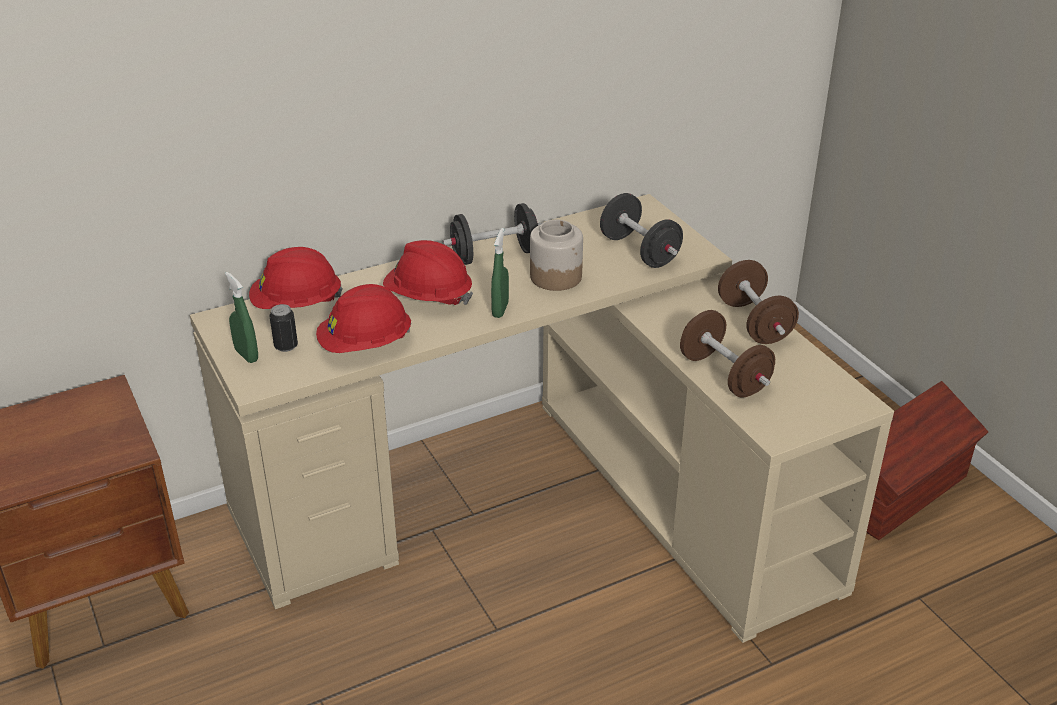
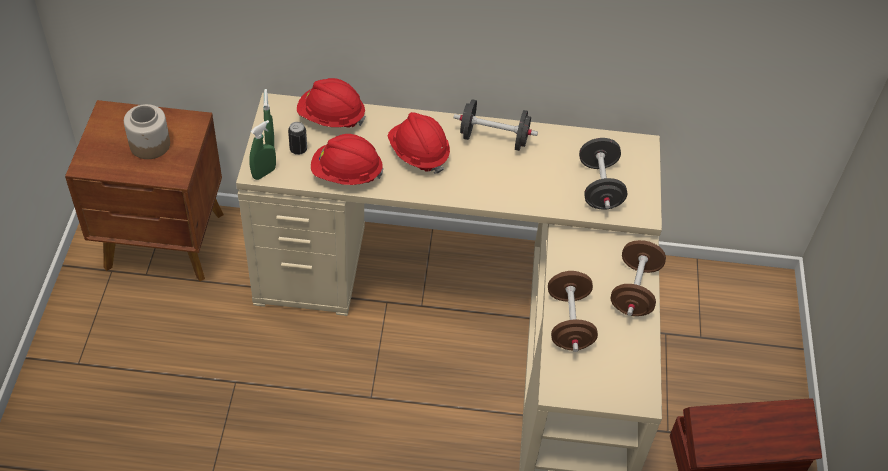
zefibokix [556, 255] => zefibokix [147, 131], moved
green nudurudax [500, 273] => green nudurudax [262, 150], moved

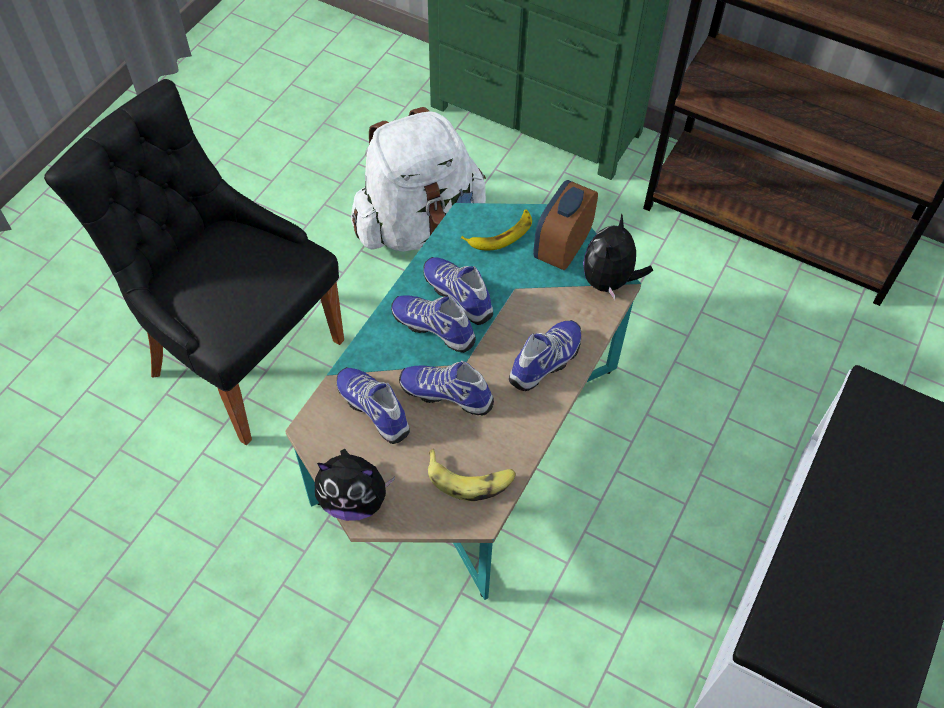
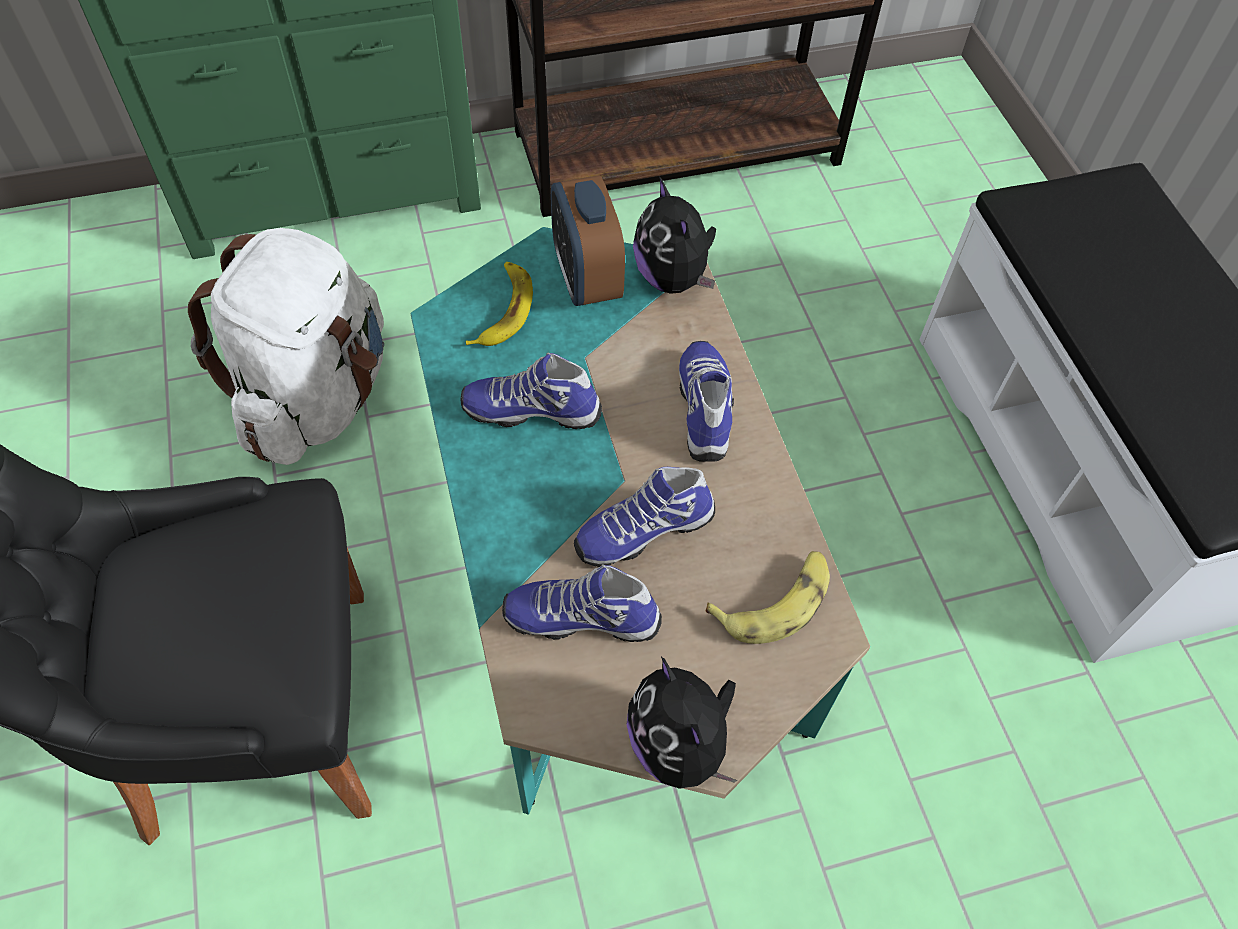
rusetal [355, 485] => rusetal [682, 723], 105 degrees clockwise
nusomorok [433, 324] => nothing

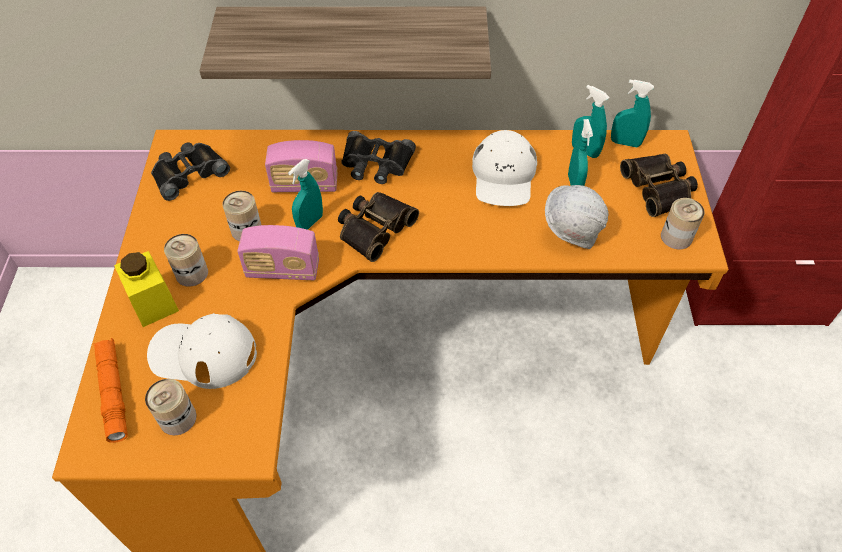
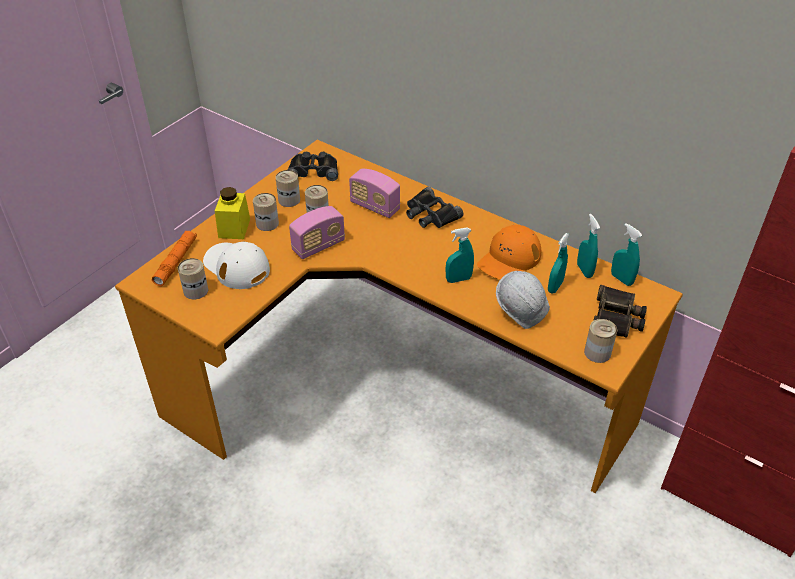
nothing => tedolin [288, 188]
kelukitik [278, 252] => kelukitik [317, 232], 75 degrees counterclockwise
turquoise nudurudax [305, 194] => turquoise nudurudax [459, 255], moved
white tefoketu [504, 168] => orange tefoketu [509, 252]
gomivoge [345, 43] => nothing
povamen [378, 227] => nothing

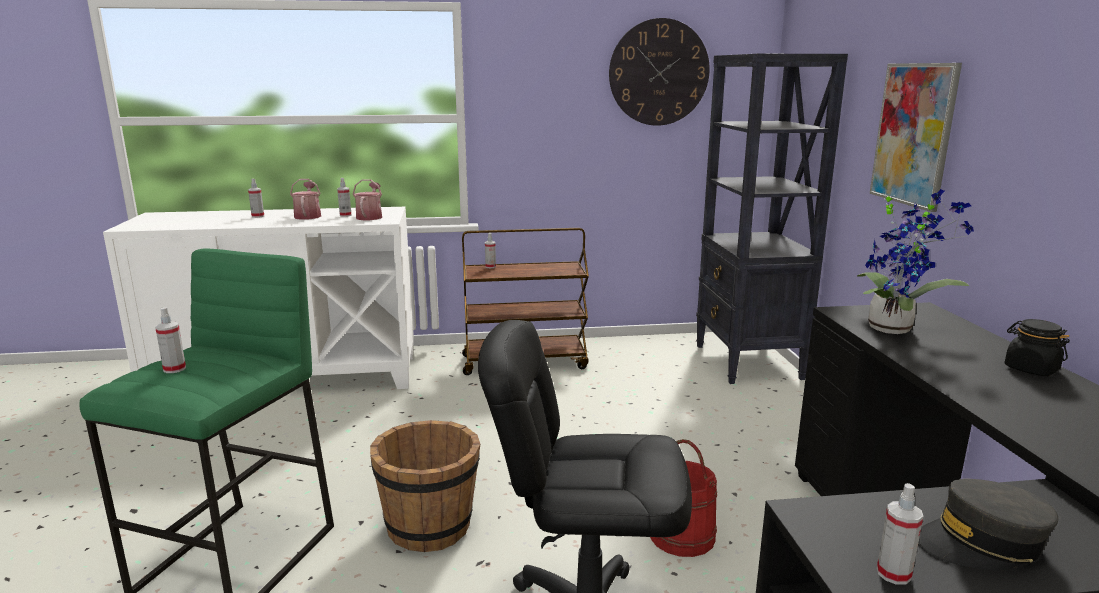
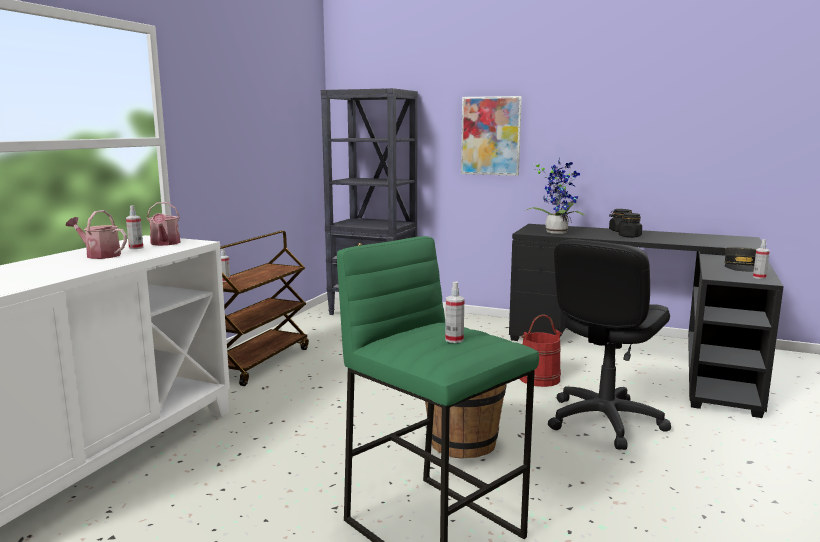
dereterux [367, 199] => dereterux [164, 224], 135 degrees counterclockwise
nothing => black zefibokix [630, 225]
nudurudax [256, 198] => nothing
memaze [659, 72] => nothing

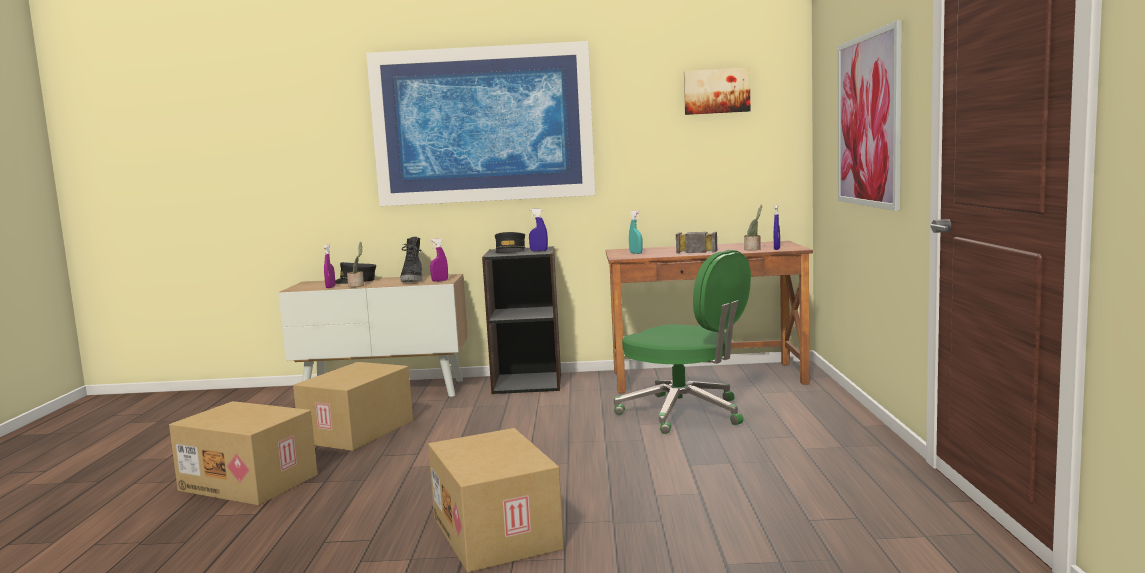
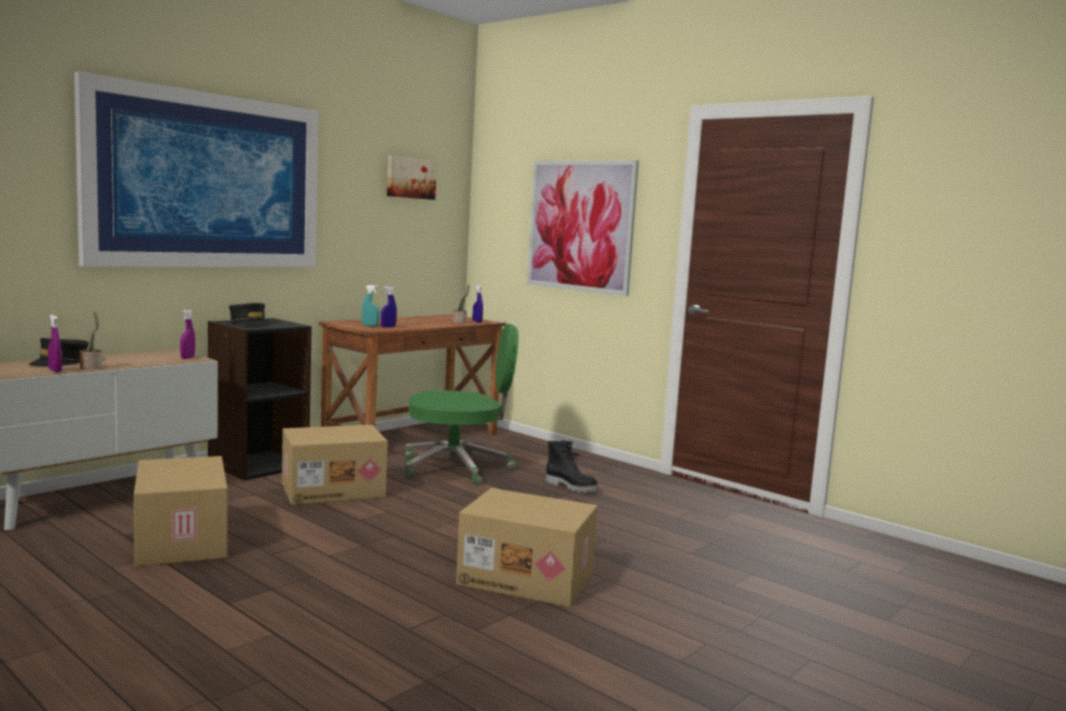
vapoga [243, 453] => vapoga [335, 465], moved
blue nudurudax [538, 230] => blue nudurudax [389, 307], moved
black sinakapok [411, 259] => black sinakapok [572, 466], moved
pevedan [696, 242] => nothing

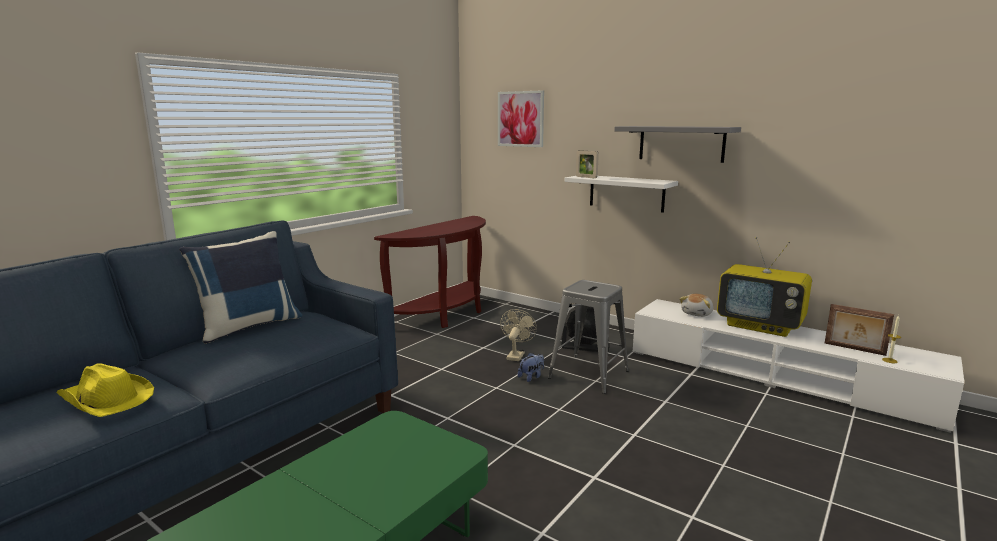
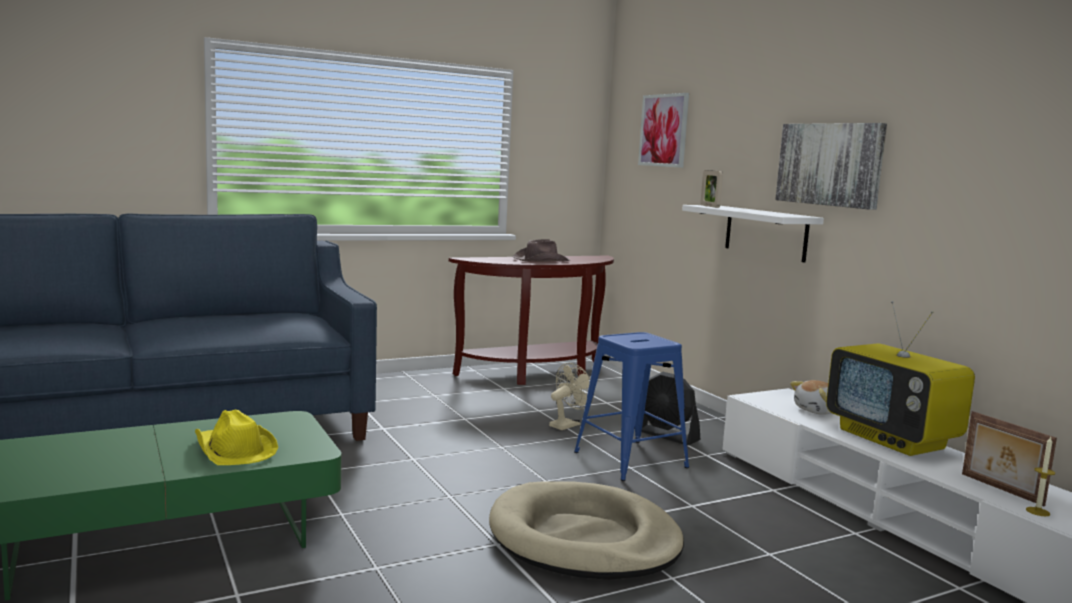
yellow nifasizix [105, 390] => yellow nifasizix [236, 437], moved
nothing => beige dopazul [586, 530]
nothing => brown nifasizix [541, 250]
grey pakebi [588, 337] => blue pakebi [631, 406]
grey gomivoge [677, 144] => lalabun [831, 166]
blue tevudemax [240, 287] => nothing
rusetal [531, 367] => nothing

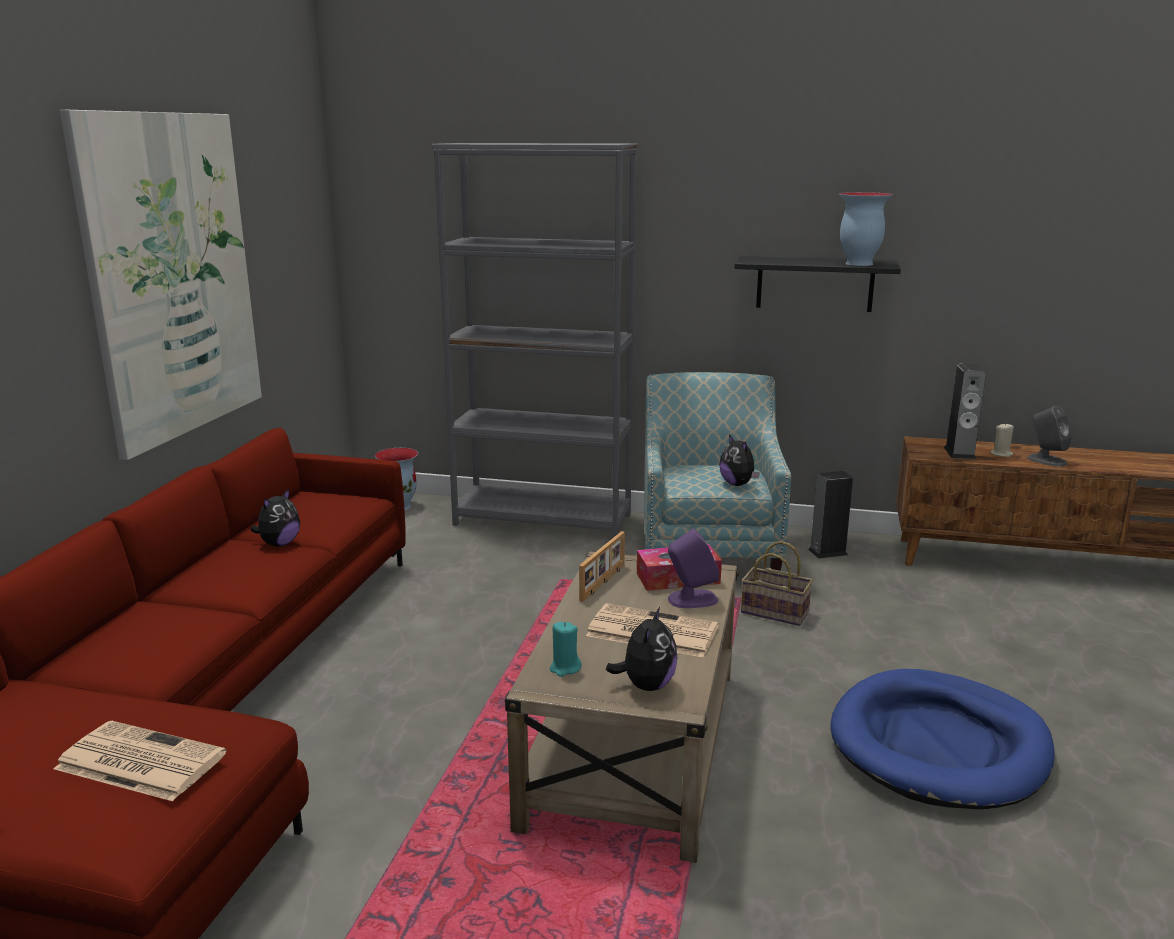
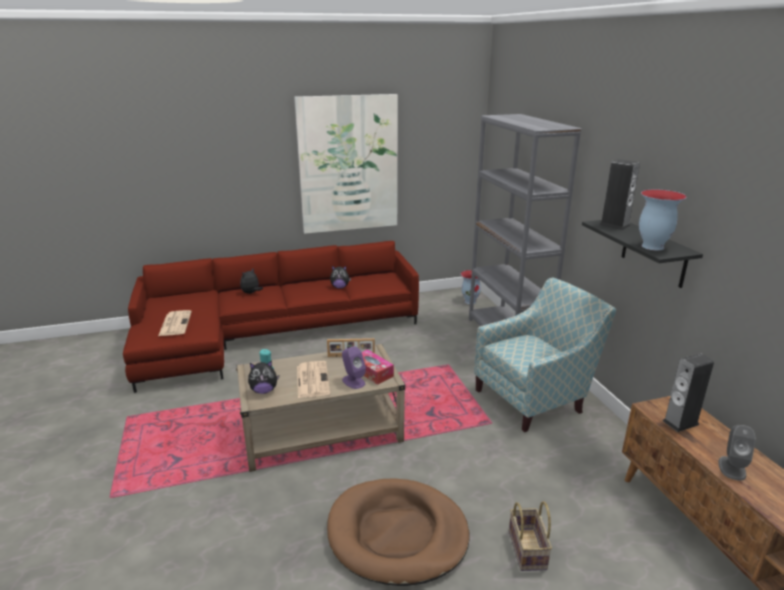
rusetal [739, 460] => rusetal [251, 281], moved
blue dopazul [942, 739] => brown dopazul [398, 532]
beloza [777, 583] => beloza [530, 536], moved
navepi [830, 515] => navepi [619, 194], moved
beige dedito [1002, 440] => nothing

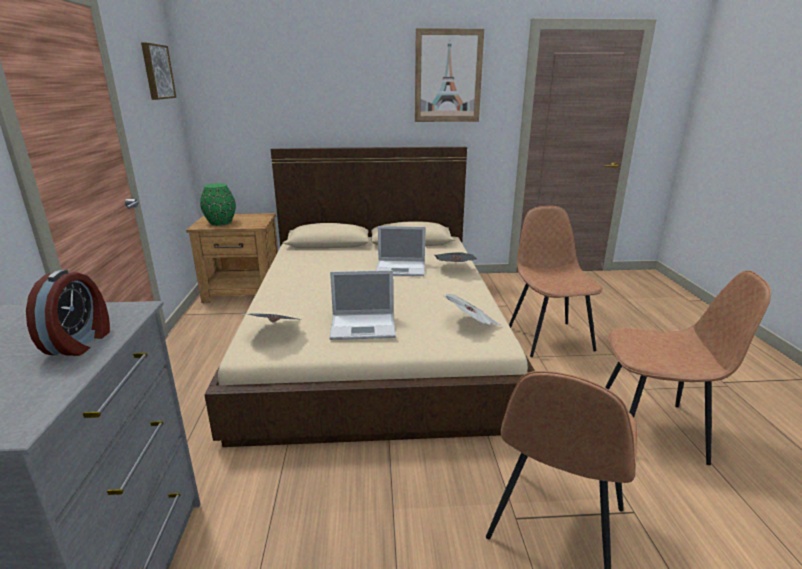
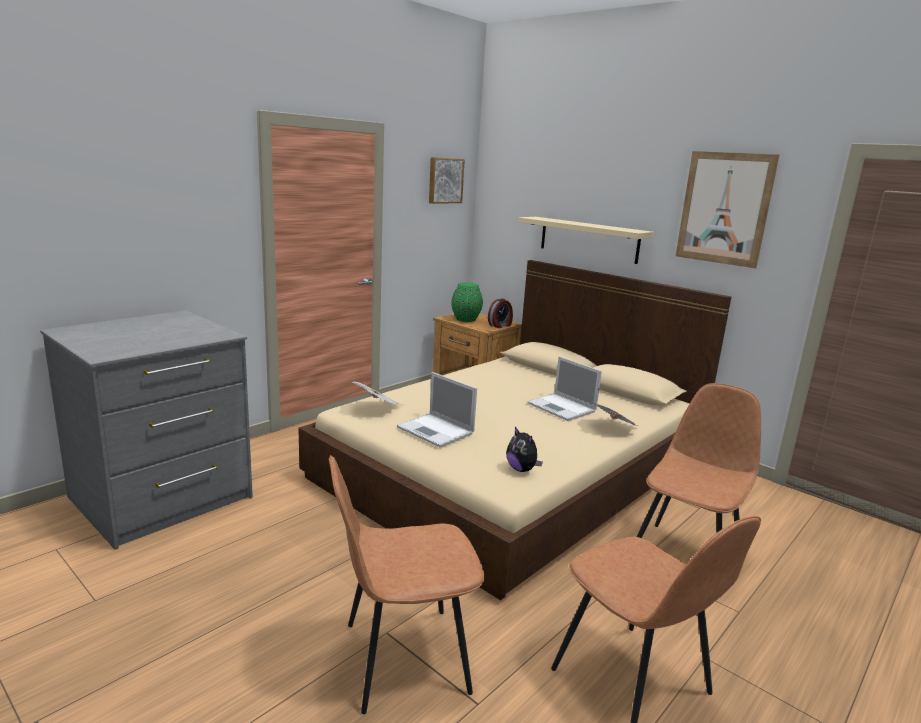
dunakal [68, 313] => dunakal [500, 313], moved
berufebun [472, 309] => rusetal [524, 449]
nothing => beige gomivoge [586, 240]

